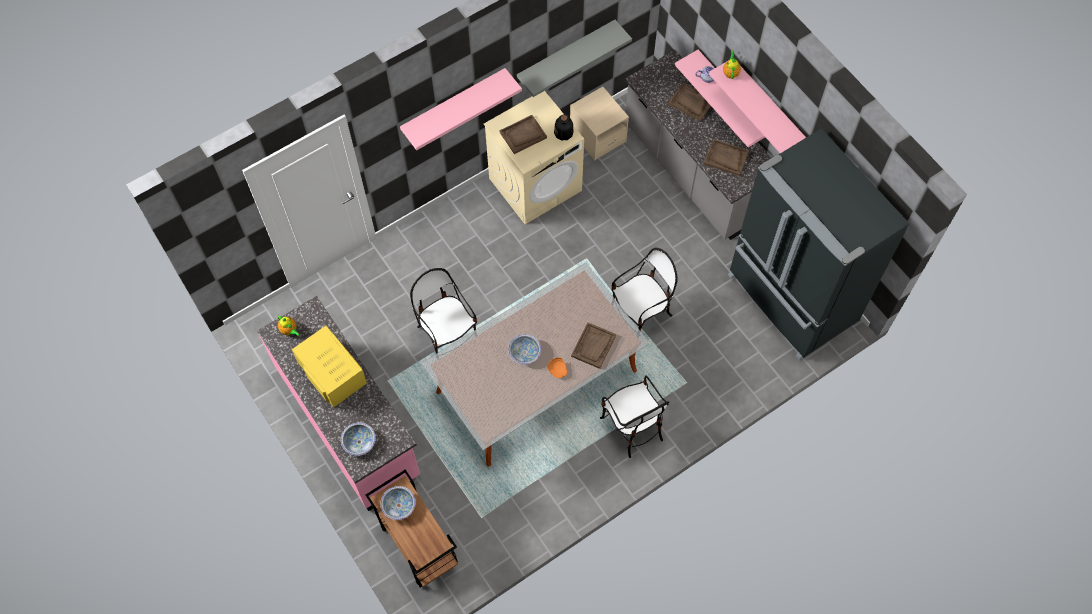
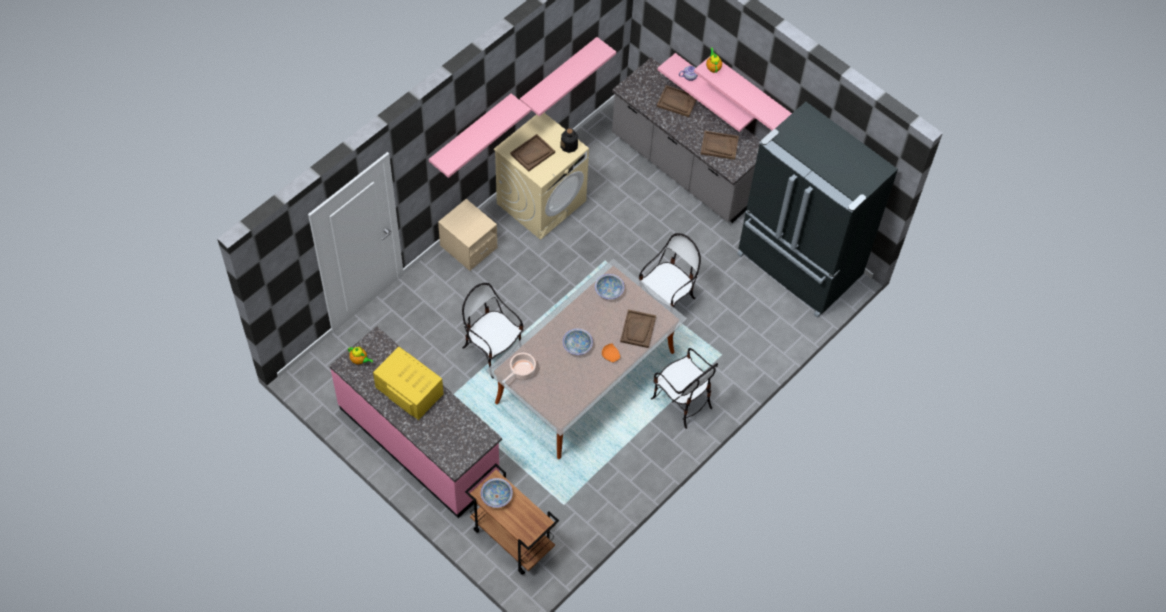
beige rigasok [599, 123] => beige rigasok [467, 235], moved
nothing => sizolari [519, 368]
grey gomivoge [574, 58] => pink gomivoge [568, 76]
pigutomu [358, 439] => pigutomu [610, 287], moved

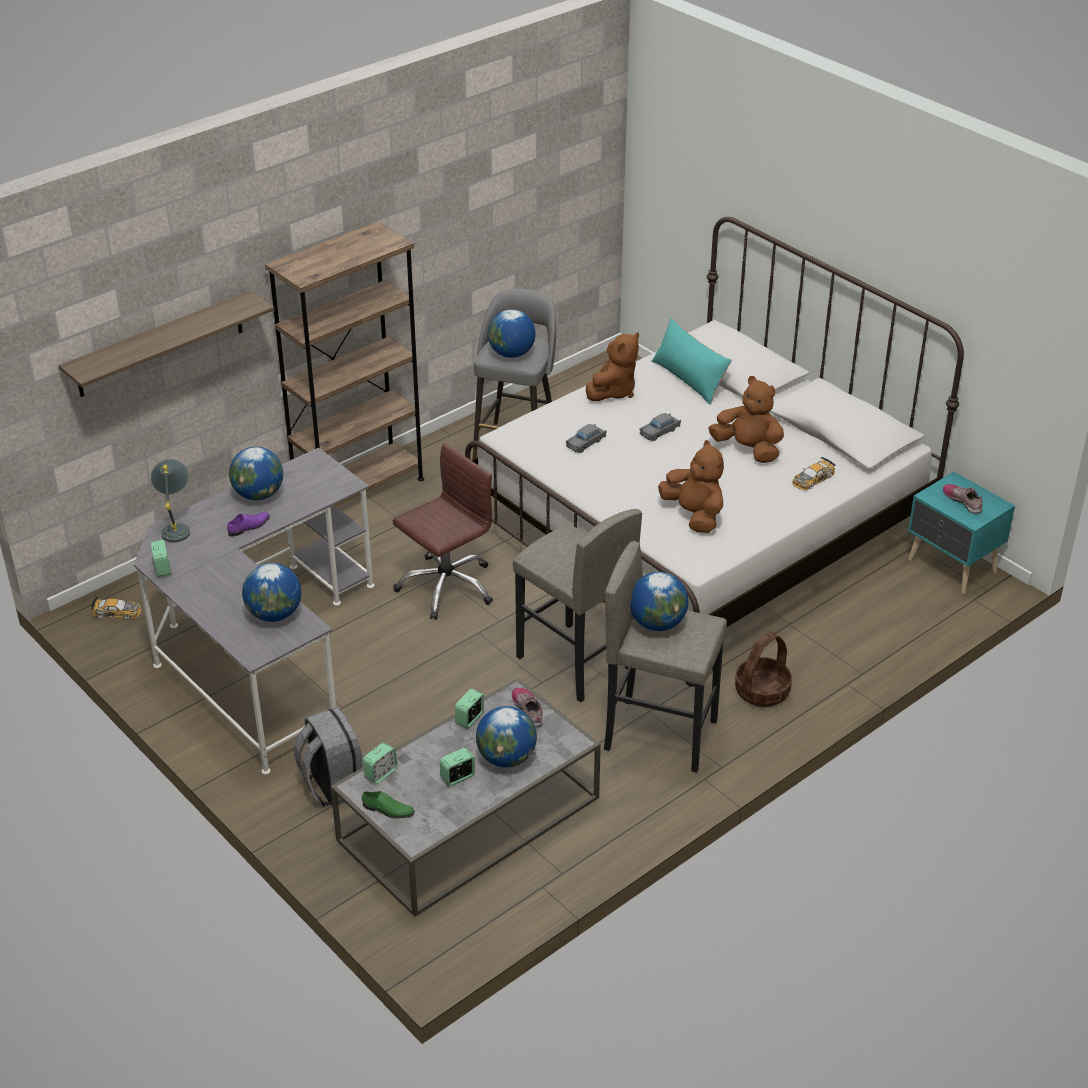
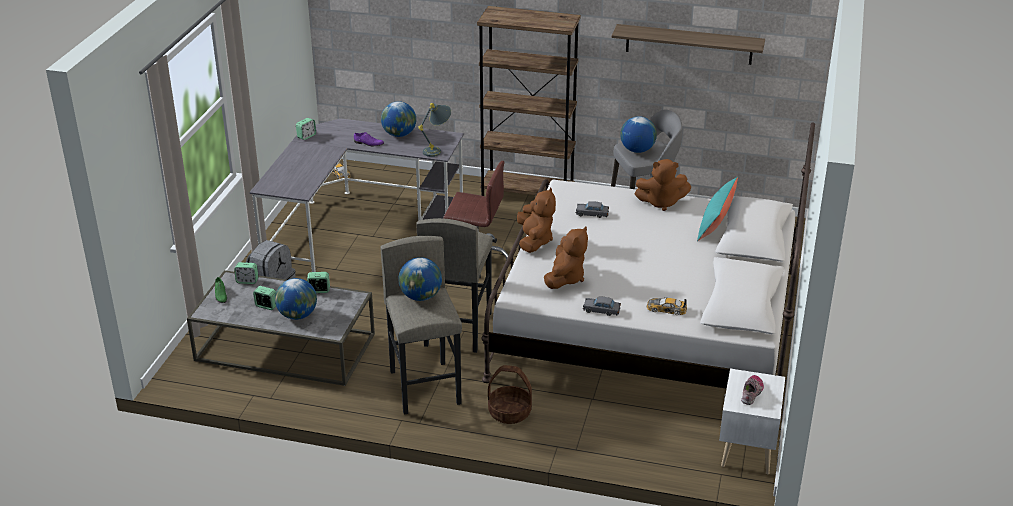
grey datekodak [170, 501] => grey datekodak [434, 130], moved
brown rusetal [746, 419] => brown rusetal [536, 220], moved
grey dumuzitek [660, 427] => grey dumuzitek [602, 306], moved
gomivoge [167, 344] => gomivoge [688, 44], moved
turquoise rigasok [961, 533] => white rigasok [752, 421]
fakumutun [272, 592] => nothing
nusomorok [527, 708] => nothing

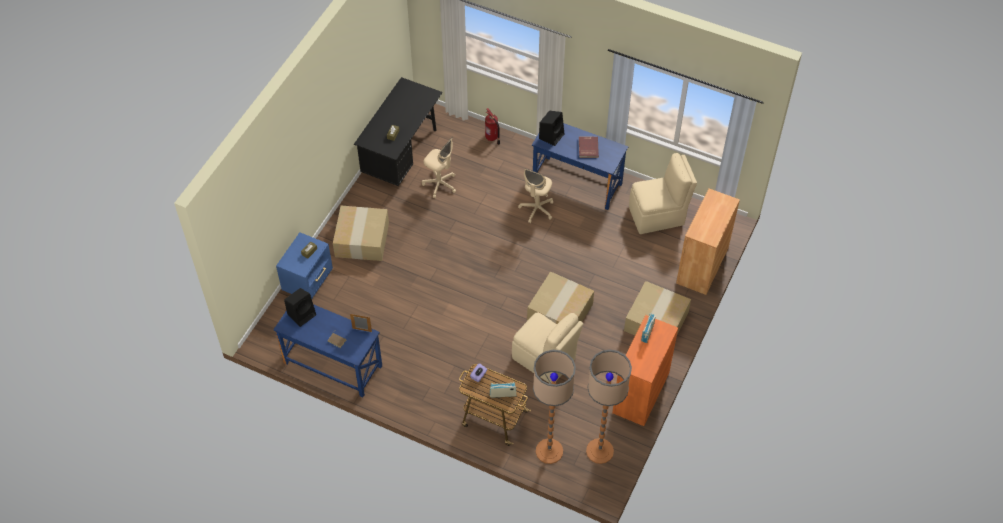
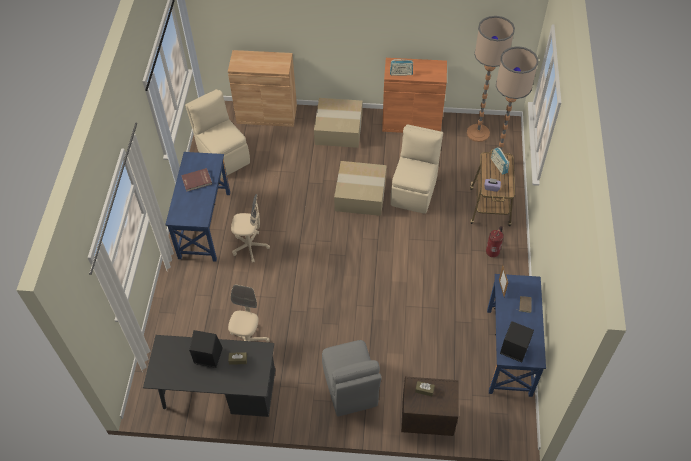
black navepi [551, 128] => black navepi [206, 349], moved
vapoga [361, 233] => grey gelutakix [352, 378]
blue rigasok [304, 265] => brown rigasok [430, 406]
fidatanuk [492, 126] => fidatanuk [495, 241], moved

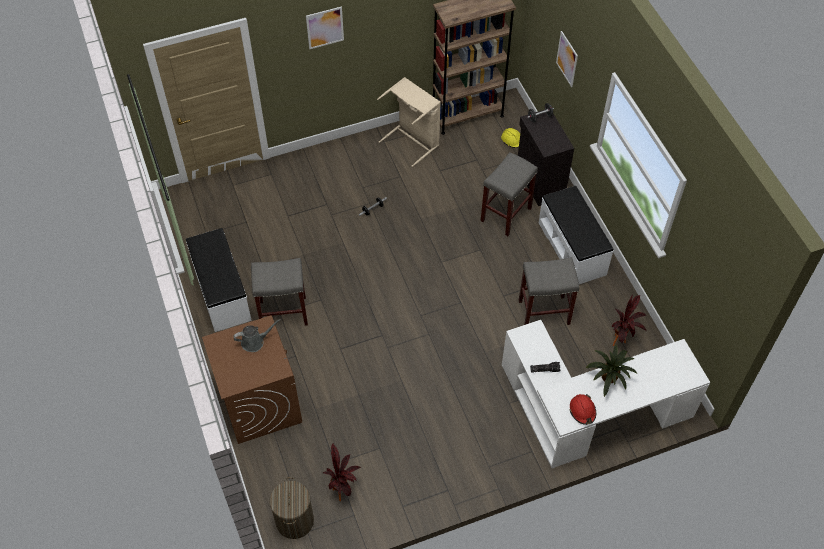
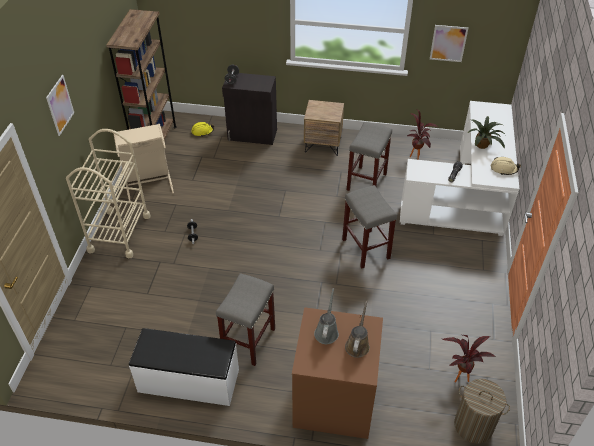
nothing => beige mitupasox [108, 194]
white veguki [576, 235] => brown rigasok [324, 128]
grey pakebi [509, 194] => grey pakebi [369, 227], moved
nothing => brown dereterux [357, 329]
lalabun [567, 59] => lalabun [449, 43], moved
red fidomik [582, 409] => beige fidomik [506, 166]

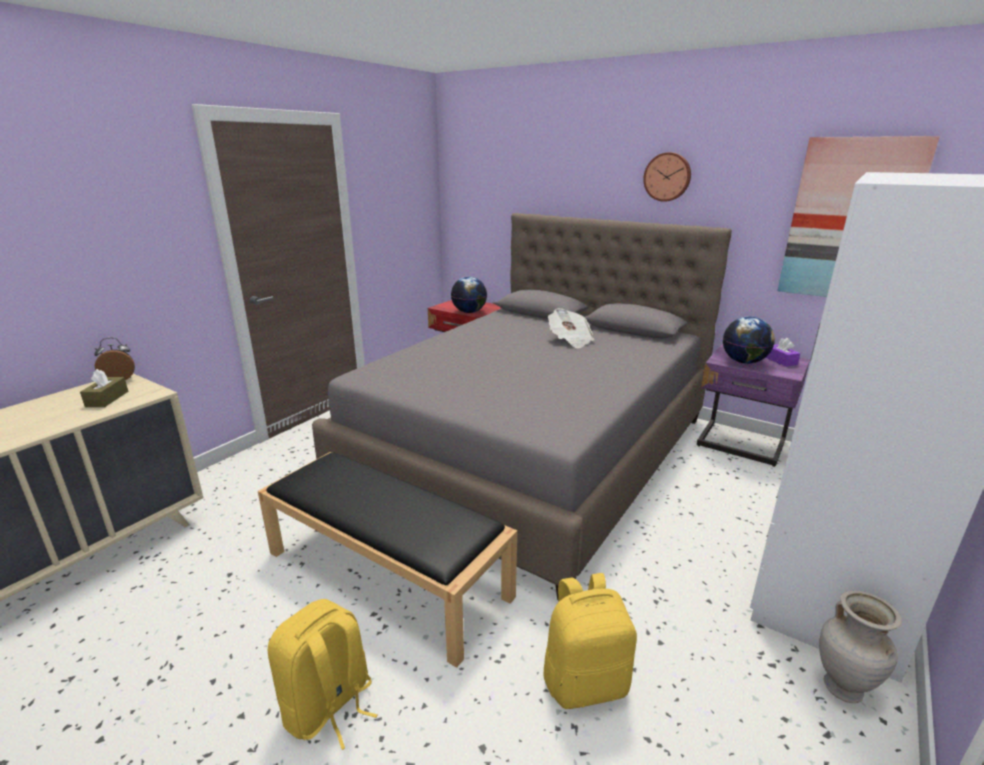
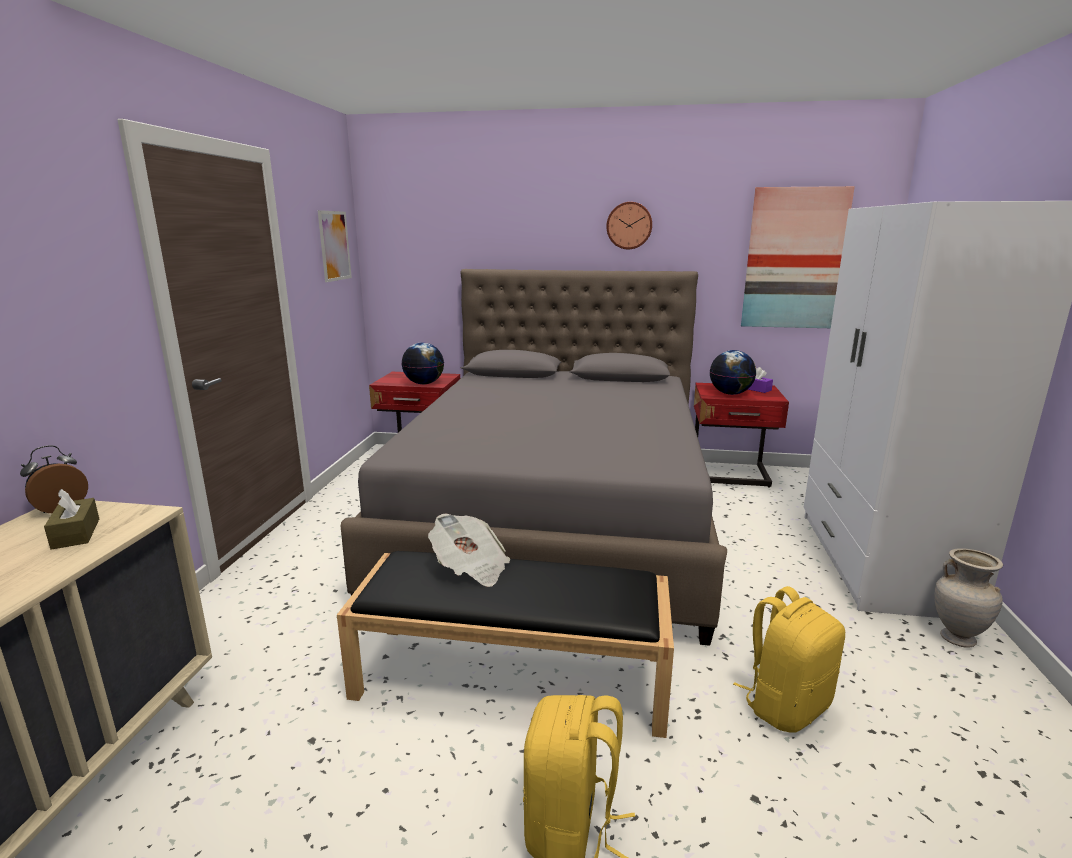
nothing => lalabun [335, 246]
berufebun [571, 328] => berufebun [469, 550], moved
purple rigasok [753, 405] => red rigasok [741, 435]

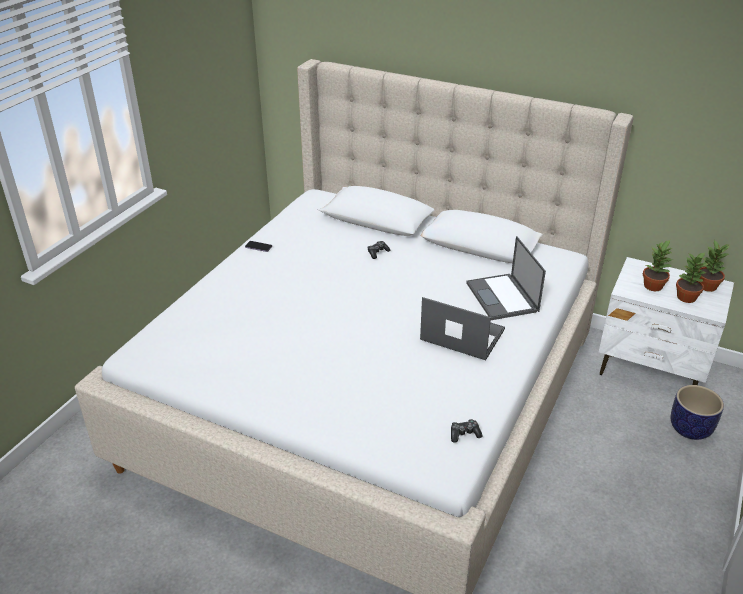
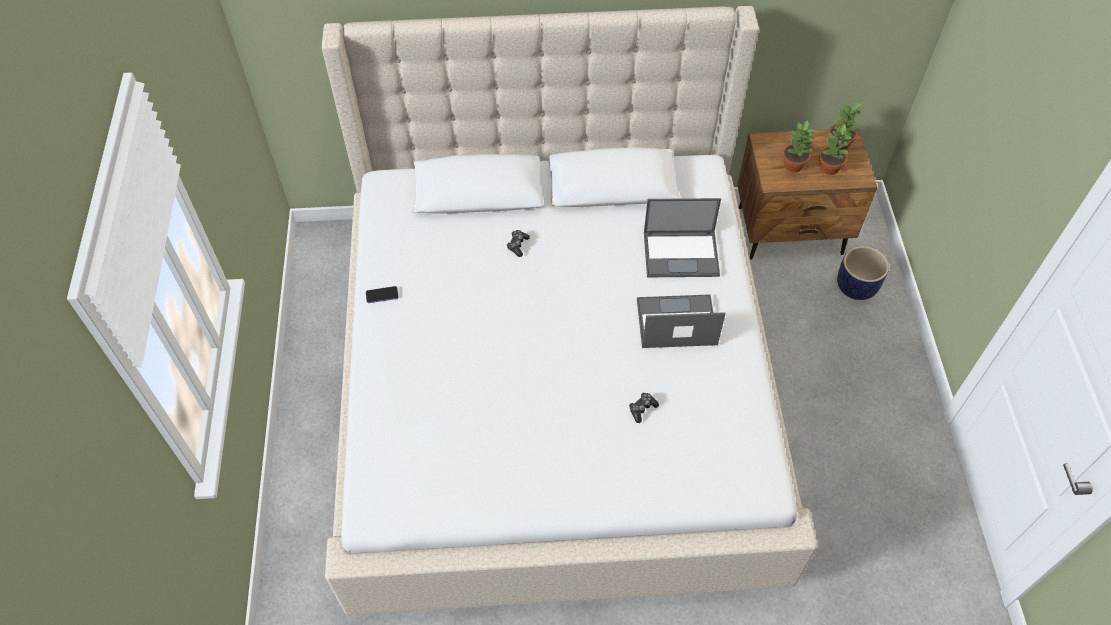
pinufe [466, 431] => pinufe [644, 408], moved
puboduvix [506, 278] => puboduvix [682, 237], 45 degrees counterclockwise
white rigasok [666, 321] => brown rigasok [807, 194]

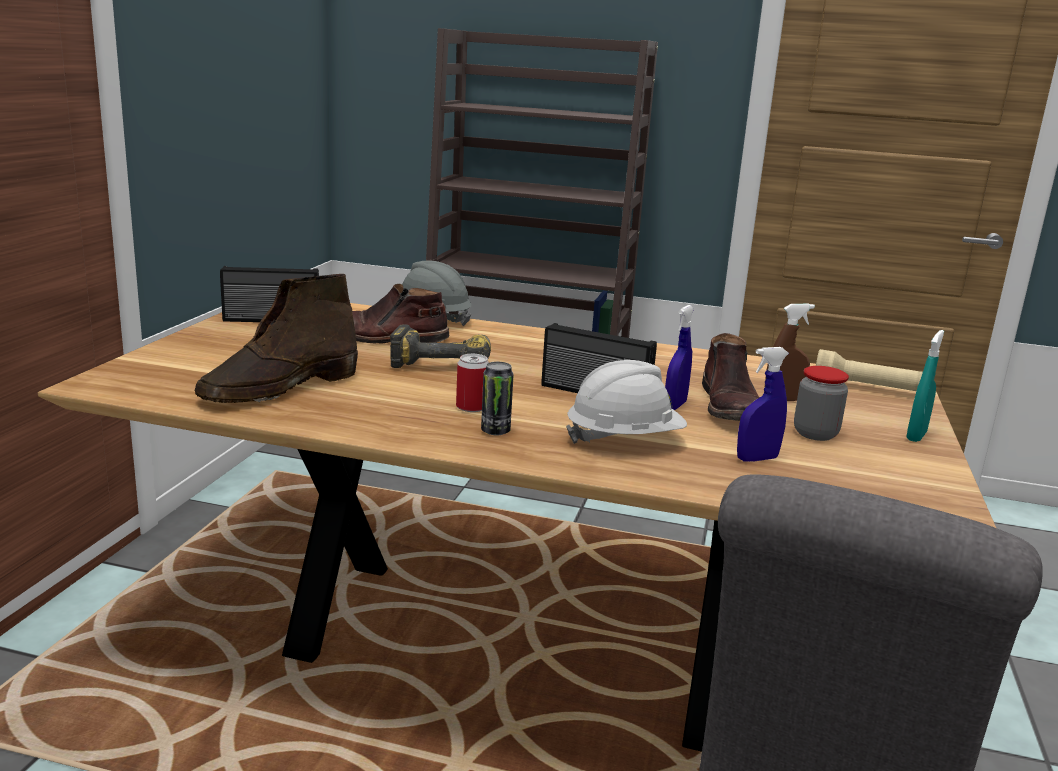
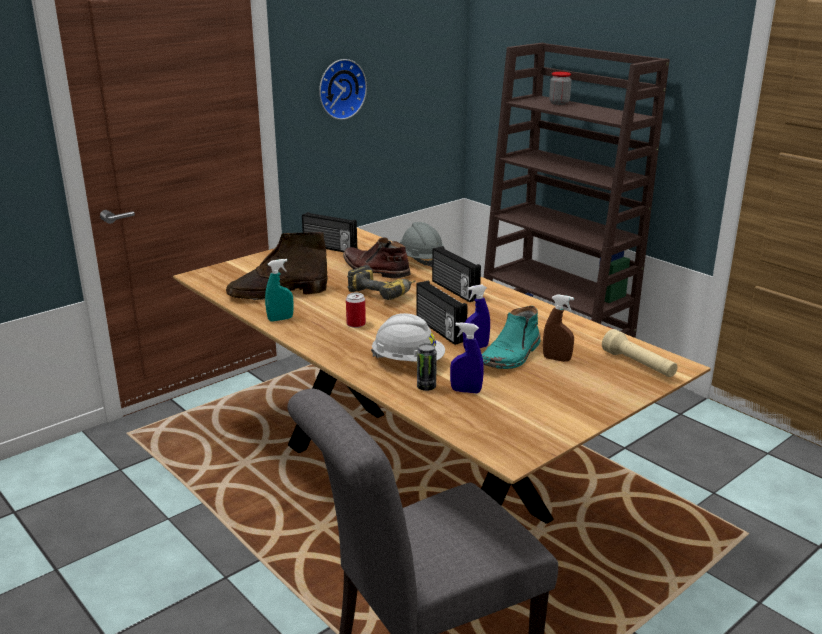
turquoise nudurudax [925, 386] => turquoise nudurudax [279, 290], moved
nothing => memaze [343, 89]
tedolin [497, 398] => tedolin [427, 367], moved
nothing => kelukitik [456, 274]
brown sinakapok [731, 377] => turquoise sinakapok [511, 337]
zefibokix [821, 403] => zefibokix [560, 88], moved

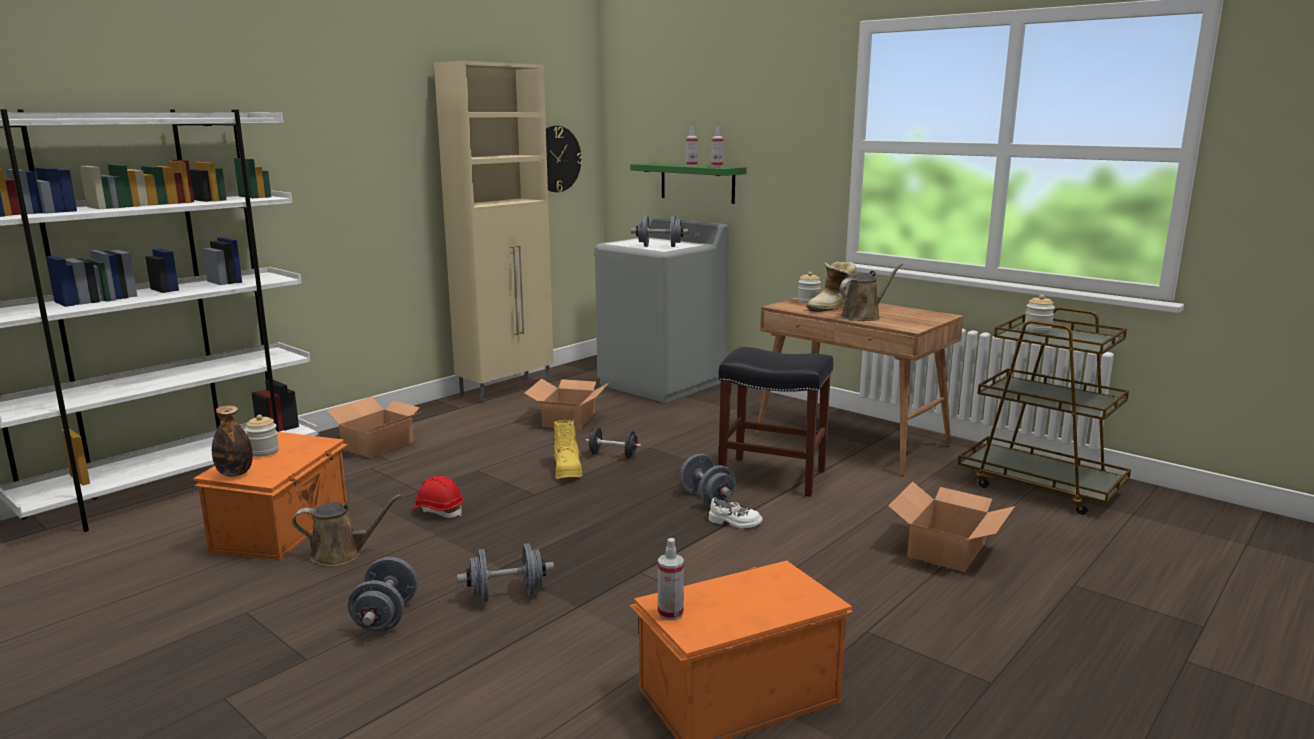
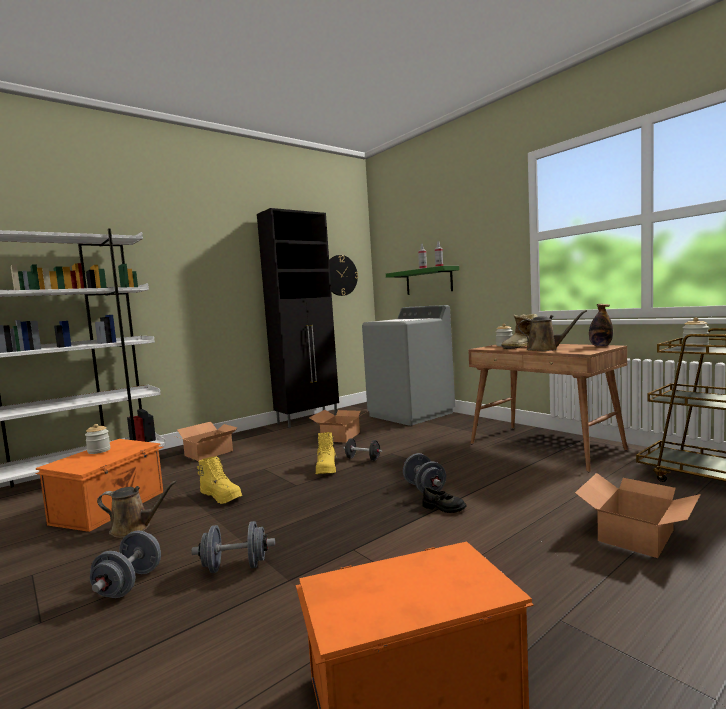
red fidomik [437, 497] => yellow sinakapok [219, 480]
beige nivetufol [494, 232] => black nivetufol [298, 318]
white nusomorok [736, 513] => black nusomorok [444, 500]
brown dereterux [871, 292] => brown dereterux [552, 330], 45 degrees clockwise
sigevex [232, 441] => sigevex [601, 325], moved
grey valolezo [660, 231] => nothing
nudurudax [671, 579] => nothing
black pakebi [775, 422] => nothing

